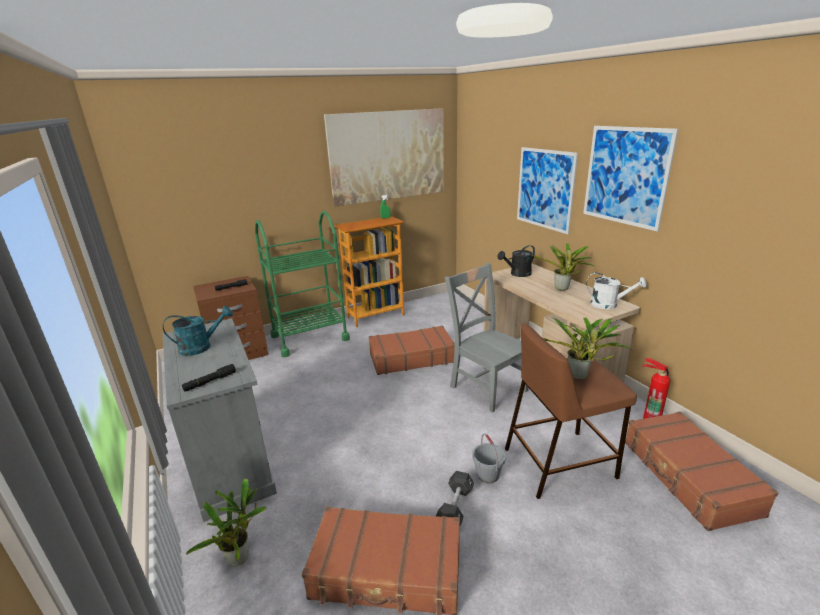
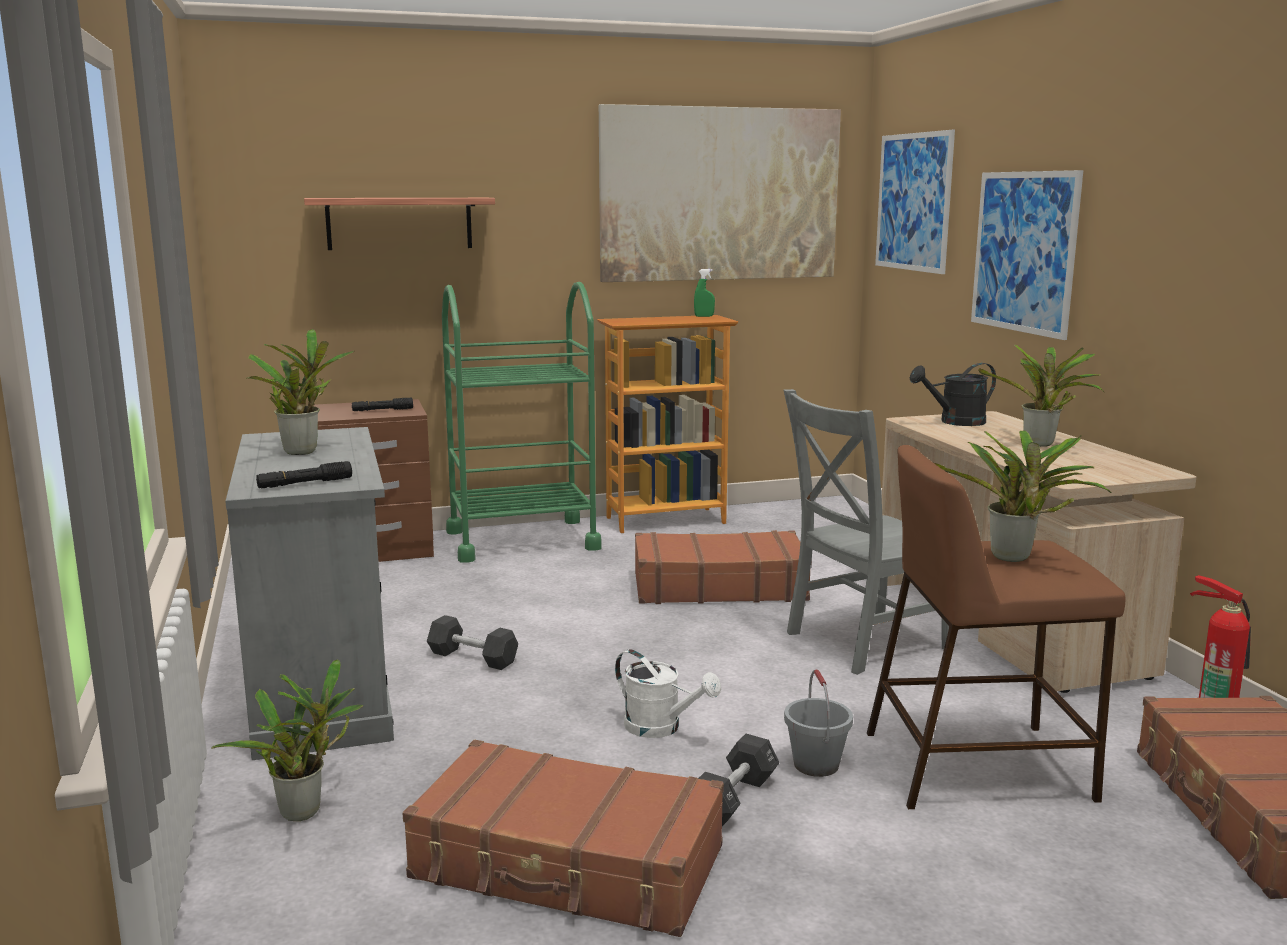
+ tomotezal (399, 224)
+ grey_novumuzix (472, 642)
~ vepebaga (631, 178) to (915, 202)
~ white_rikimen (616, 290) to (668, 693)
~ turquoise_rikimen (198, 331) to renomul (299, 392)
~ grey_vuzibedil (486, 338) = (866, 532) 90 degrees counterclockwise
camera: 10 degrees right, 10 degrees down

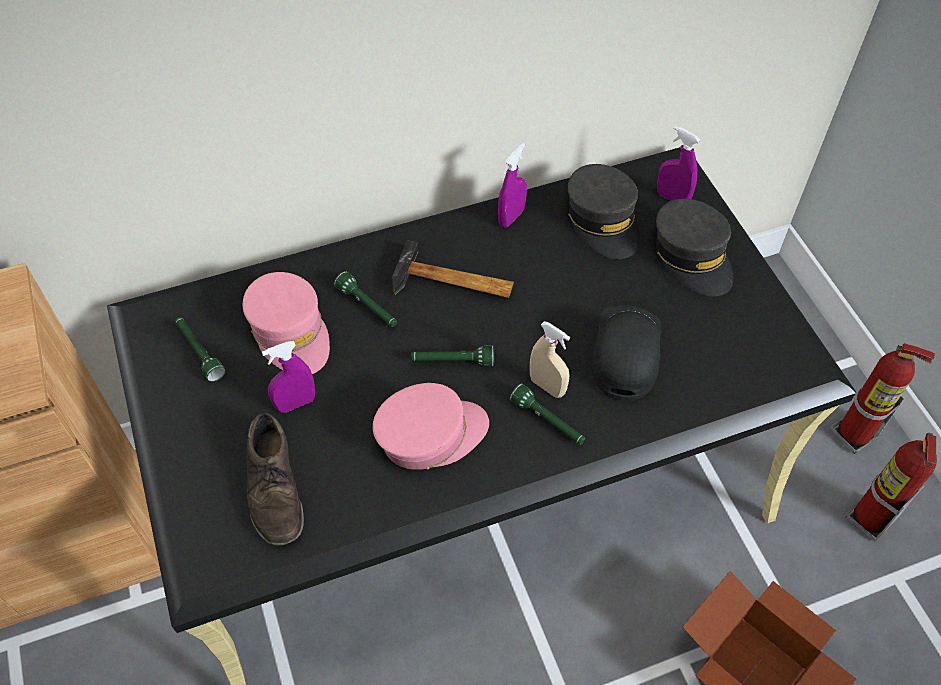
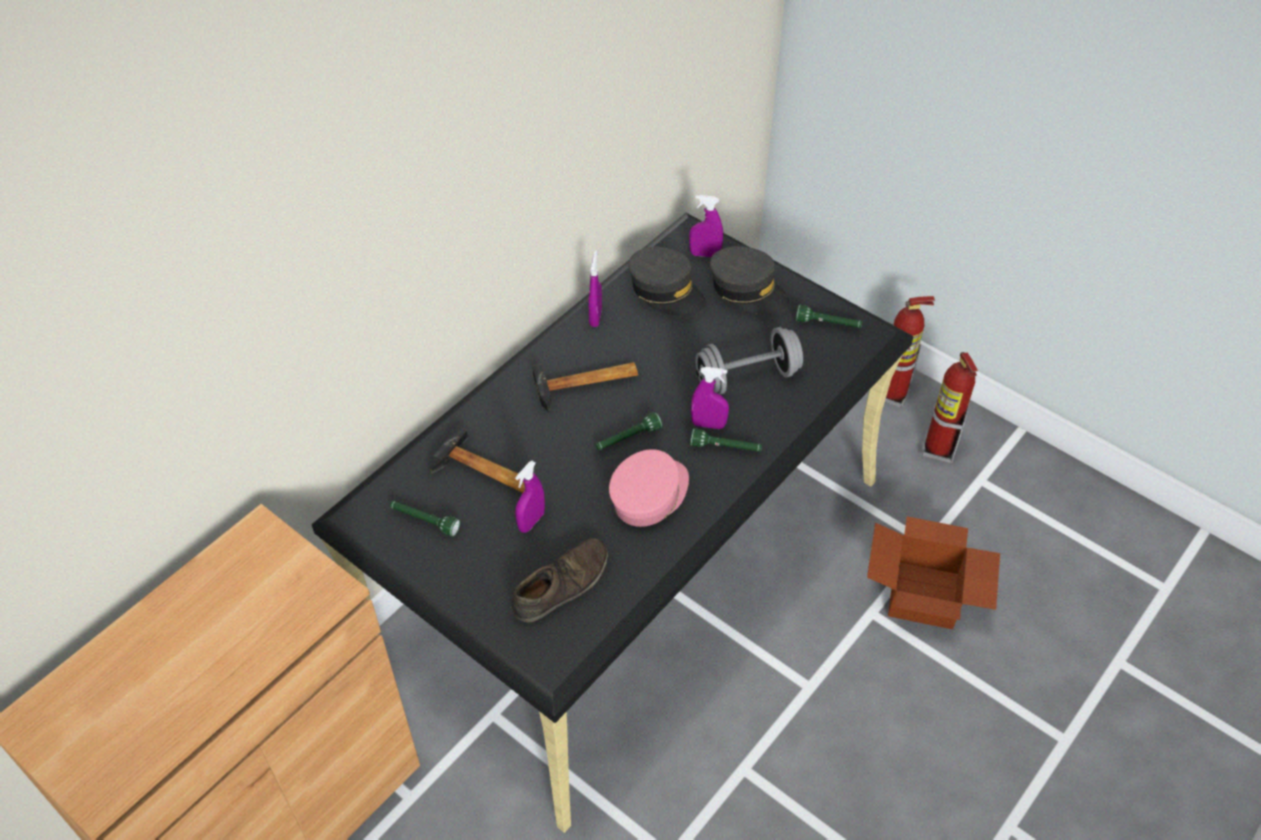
~ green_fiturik (365, 299) to (829, 316)
~ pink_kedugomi (286, 323) to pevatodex (477, 459)
~ black_kedugomi (626, 353) to grey_novumuzix (749, 360)
~ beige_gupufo (550, 359) to purple_gupufo (710, 398)
~ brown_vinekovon (275, 479) = (559, 580) 90 degrees counterclockwise
camera: 30 degrees left, 5 degrees down

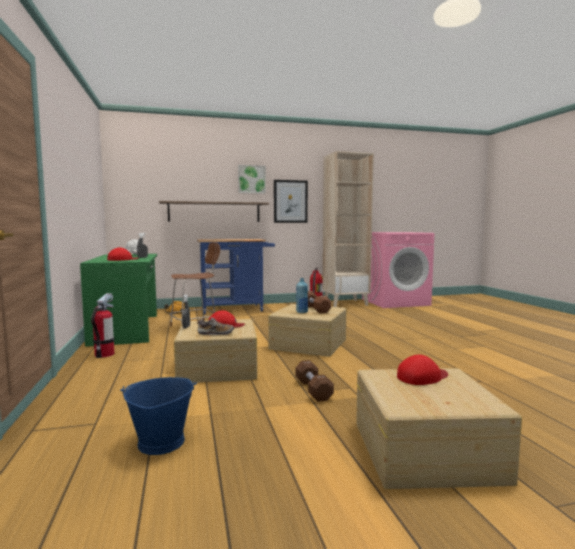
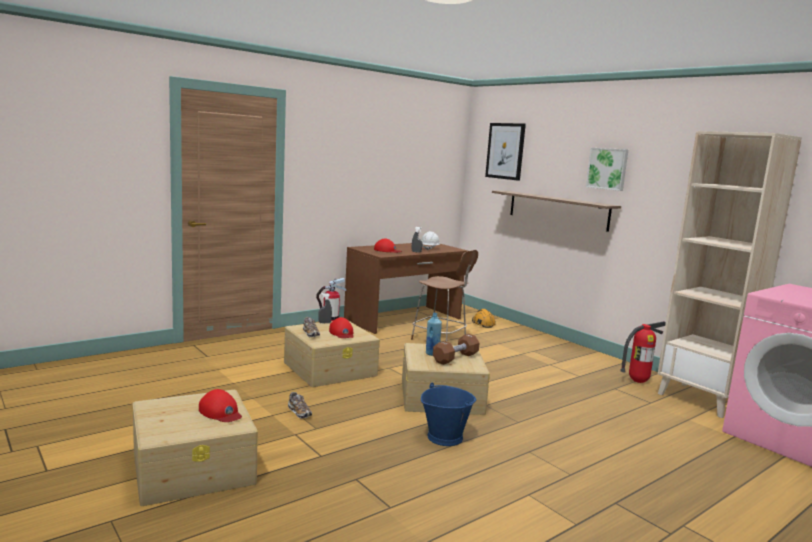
- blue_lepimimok (236, 276)
~ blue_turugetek (158, 416) to (448, 414)
~ vepebaga (291, 201) to (505, 152)
~ brown_novumuzix (314, 381) to vinekovon (300, 405)
~ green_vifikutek (118, 300) to brown_vifikutek (406, 288)
camera: 65 degrees right, 5 degrees up

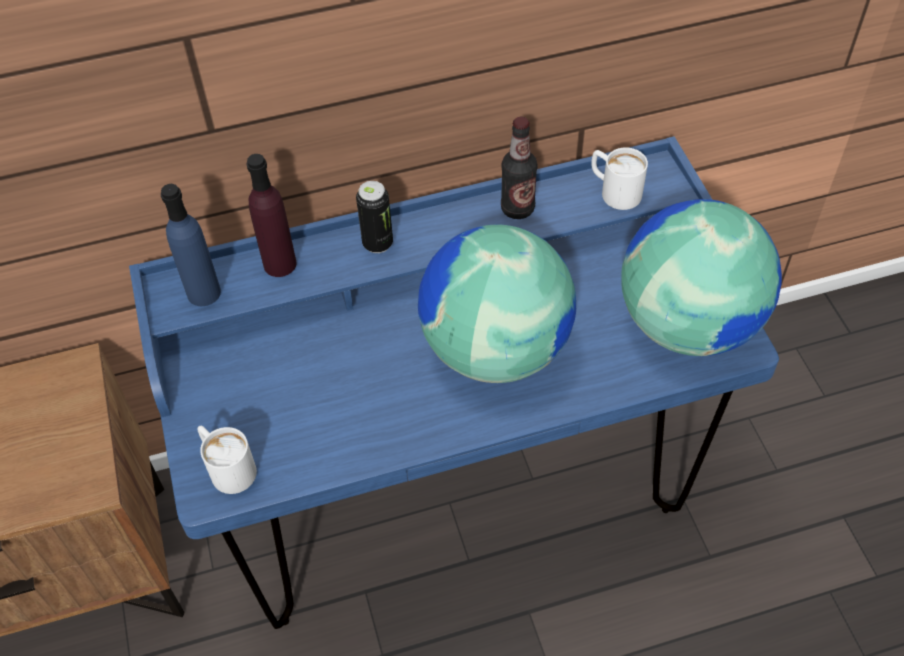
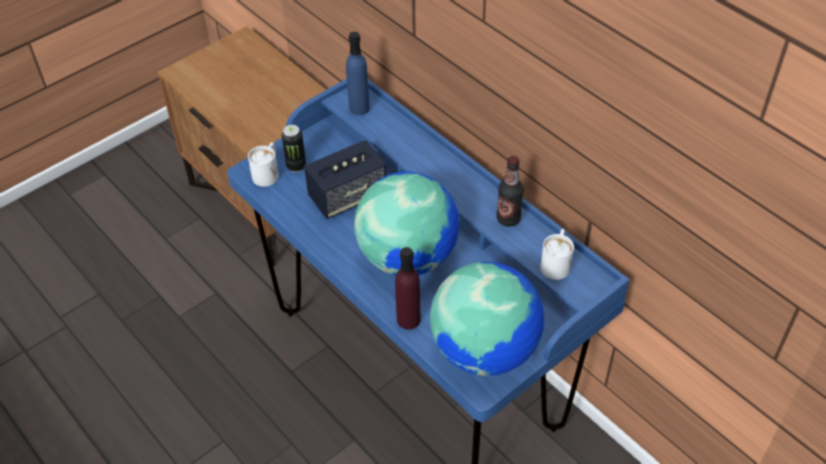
+ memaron (345, 179)
~ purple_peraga (271, 215) to (408, 288)
~ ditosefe (374, 217) to (294, 148)
camera: 65 degrees right, 5 degrees down

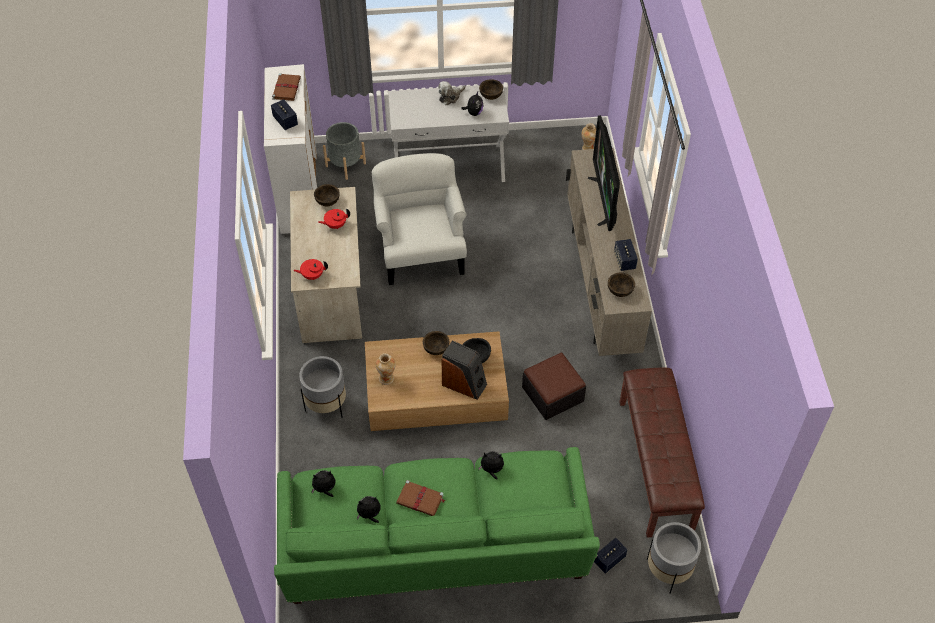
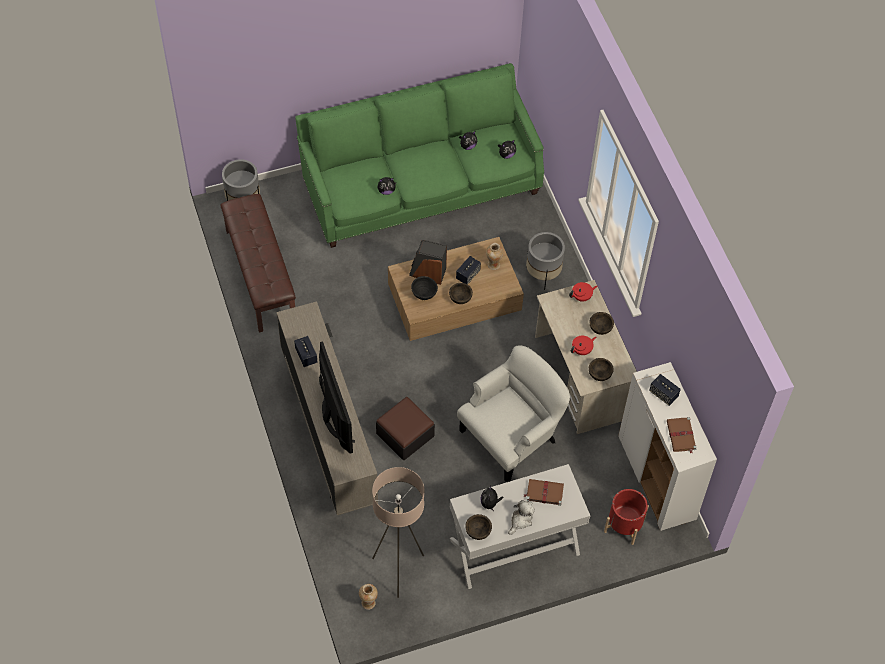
+ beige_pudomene (398, 532)
~ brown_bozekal (421, 498) to (543, 492)
~ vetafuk (554, 386) to (405, 428)
~ memaron (611, 556) to (468, 270)
~ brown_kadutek (621, 285) to (602, 323)
~ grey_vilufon (344, 151) to red_vilufon (626, 517)
~ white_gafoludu (419, 219) = (513, 413) 105 degrees counterclockwise
camera: 165 degrees right, 5 degrees up

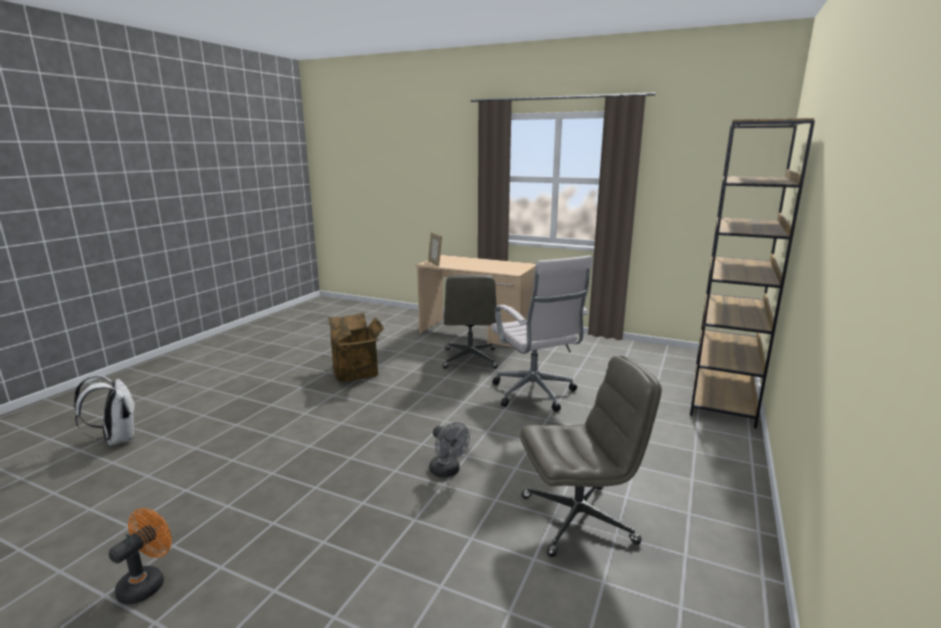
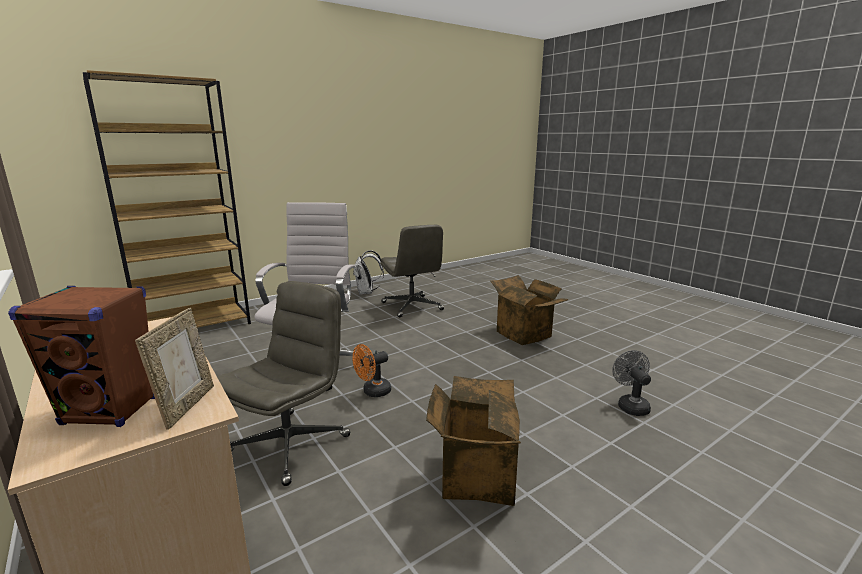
+ brown_memaron (81, 356)
+ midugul (529, 310)
~ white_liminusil (105, 410) to (368, 272)
~ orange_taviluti (140, 556) to (372, 370)
~ grey_taviluti (449, 449) to (631, 383)
~ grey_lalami (591, 456) = (412, 271) 135 degrees counterclockwise
camera: 150 degrees left, 0 degrees up

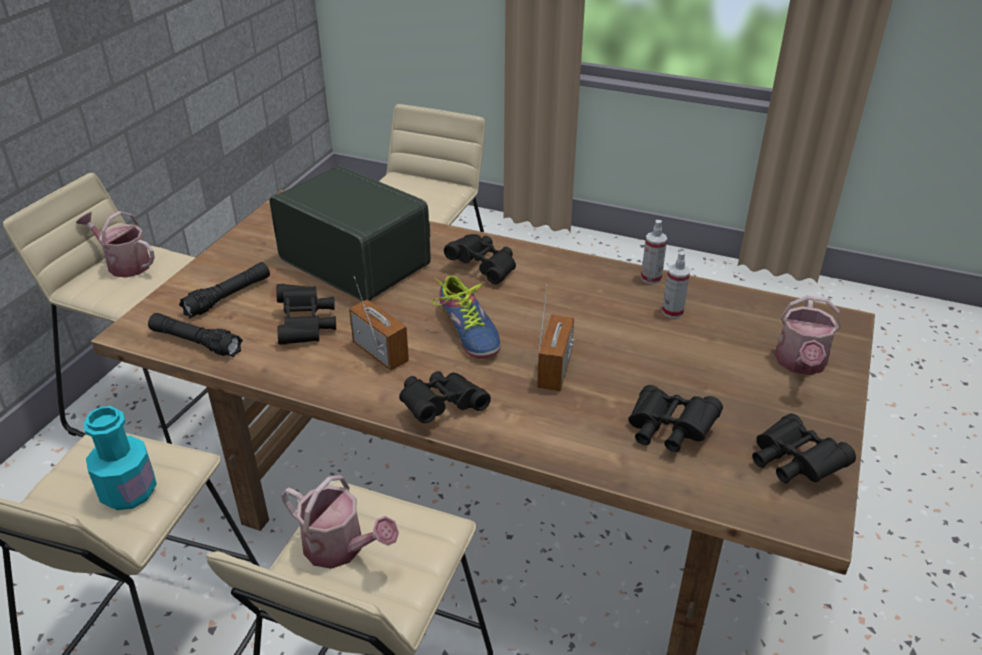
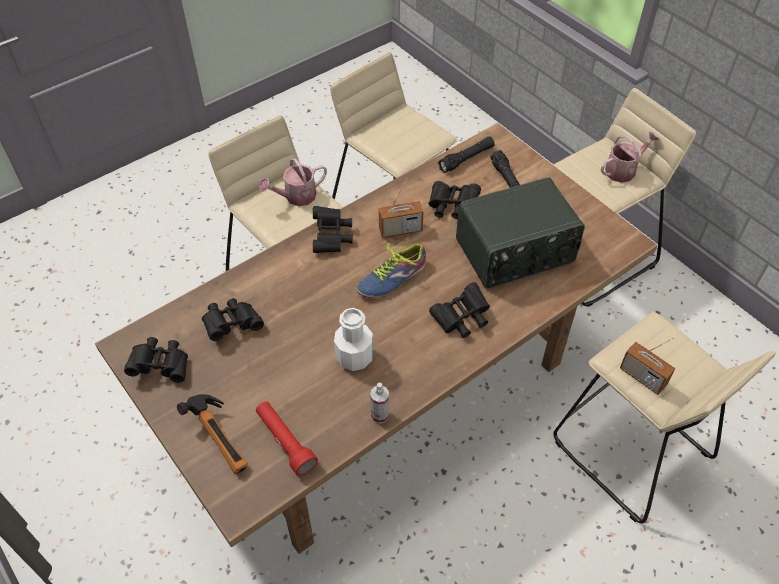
- turquoise_peraga (120, 458)
- gupufo (676, 285)
+ red_fiturik (287, 439)
+ white_peraga (353, 339)
~ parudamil (556, 337) to (647, 366)
~ rikimen (807, 335) to pevatodex (212, 434)
~ vinekovon (466, 317) = (391, 267) 45 degrees counterclockwise
camera: 120 degrees right, 15 degrees up

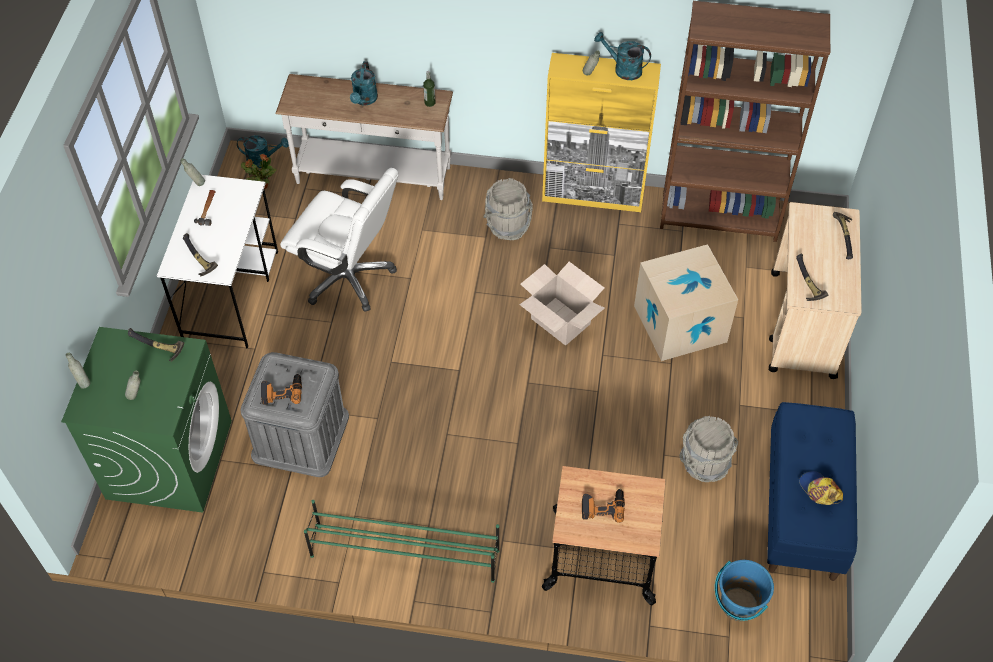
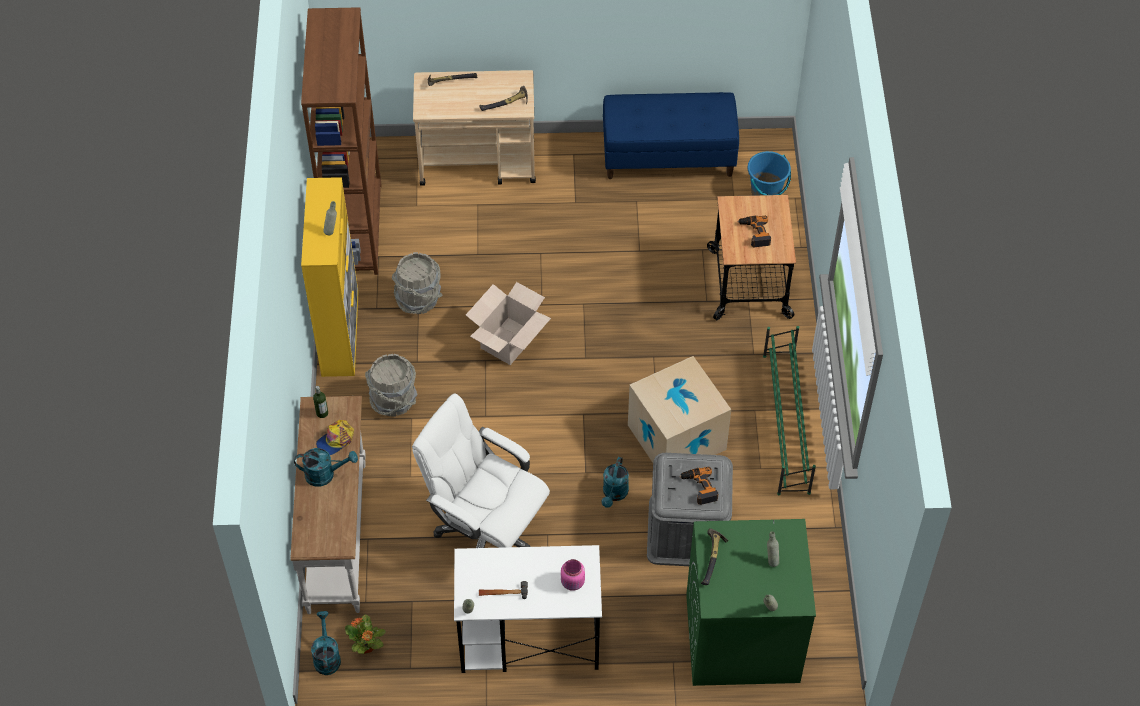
~ turquoise_rikimen (622, 56) to (615, 482)
~ midugul (686, 302) to (679, 409)
~ grey_turugetek (709, 449) to (416, 283)
~ kedugomi (821, 488) to (335, 437)
~ pevatodex (200, 254) to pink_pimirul (573, 575)
~ white_lalami (339, 240) = (481, 470) 75 degrees counterclockwise
camera: 100 degrees left, 0 degrees up

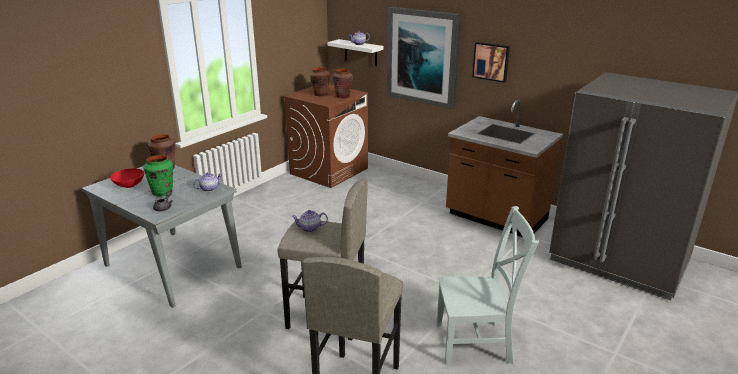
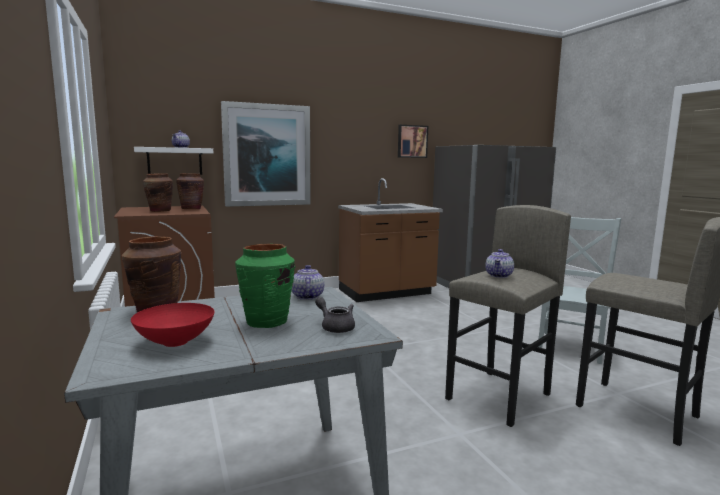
~ vepebaga (491, 62) to (413, 141)
camera: 60 degrees left, 15 degrees down

